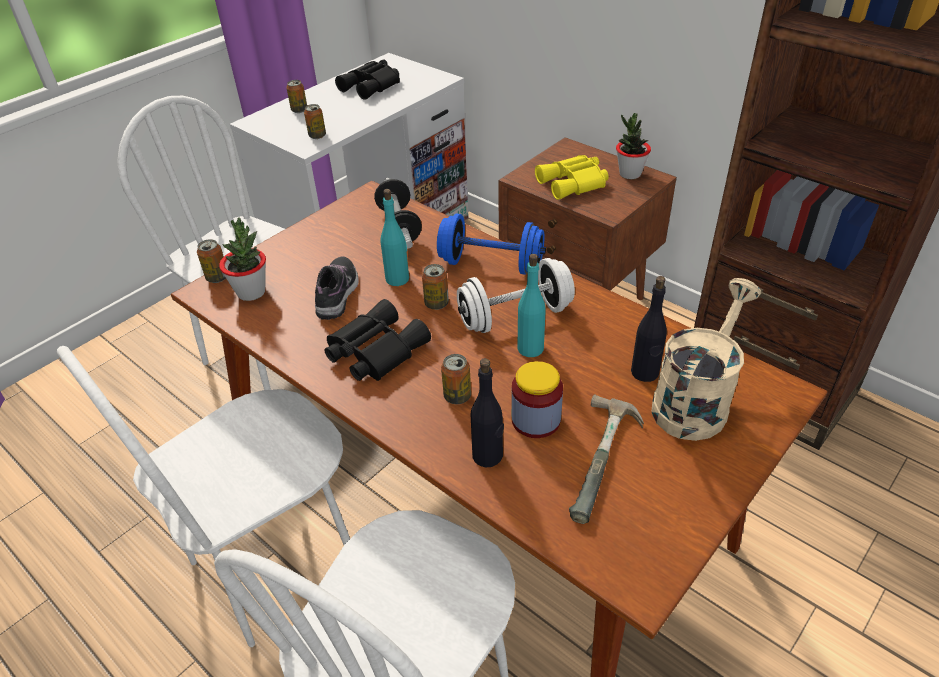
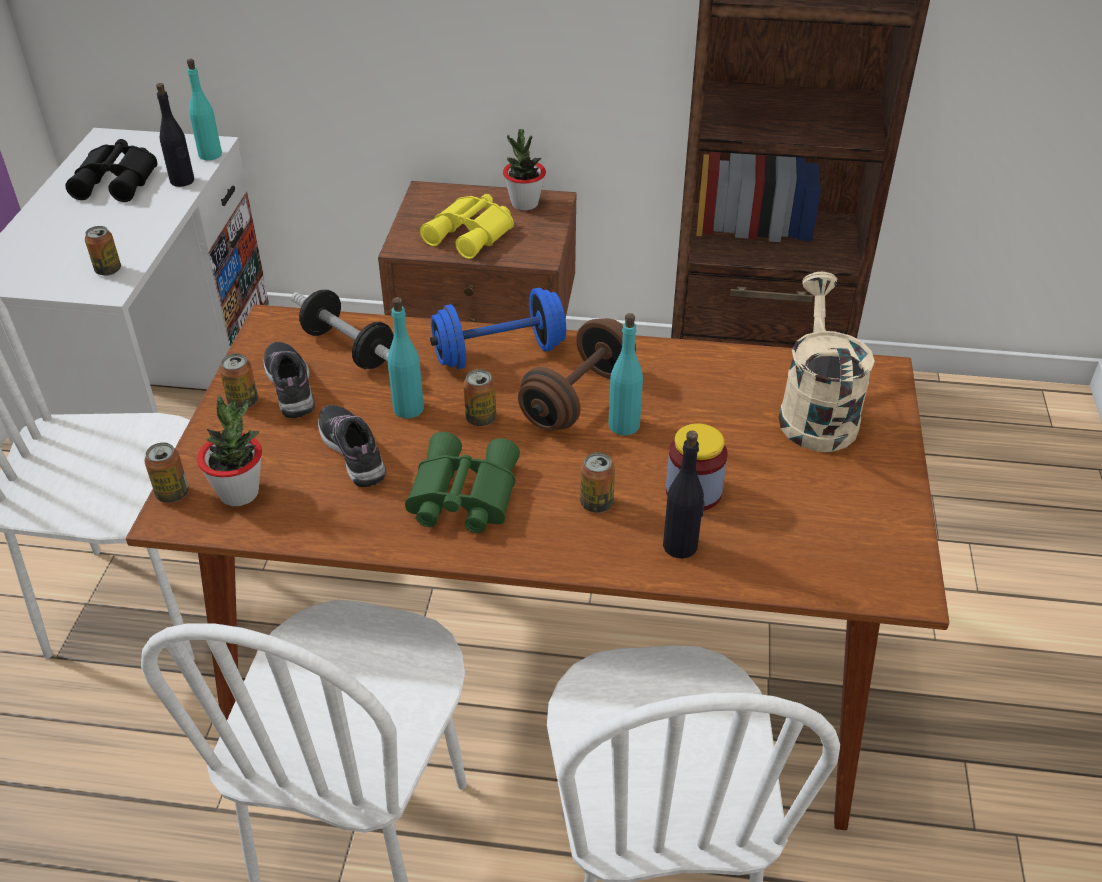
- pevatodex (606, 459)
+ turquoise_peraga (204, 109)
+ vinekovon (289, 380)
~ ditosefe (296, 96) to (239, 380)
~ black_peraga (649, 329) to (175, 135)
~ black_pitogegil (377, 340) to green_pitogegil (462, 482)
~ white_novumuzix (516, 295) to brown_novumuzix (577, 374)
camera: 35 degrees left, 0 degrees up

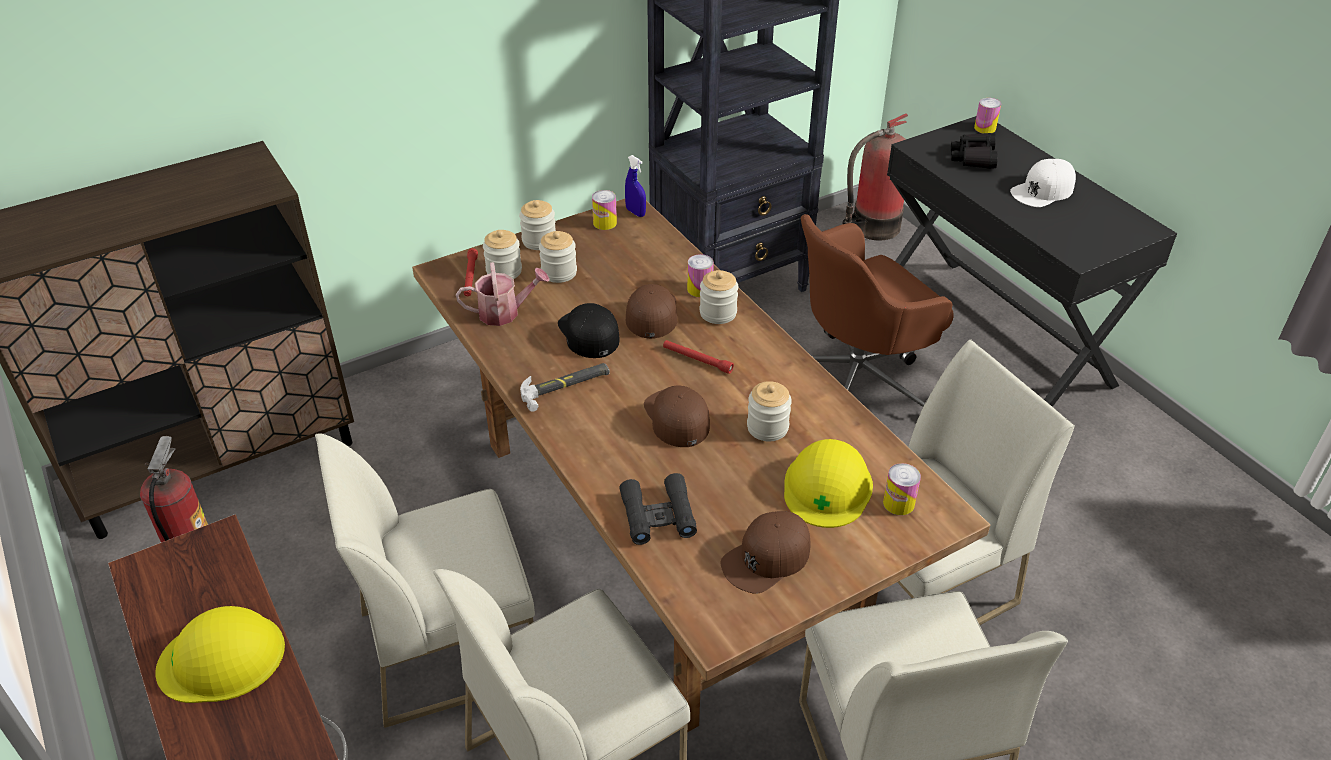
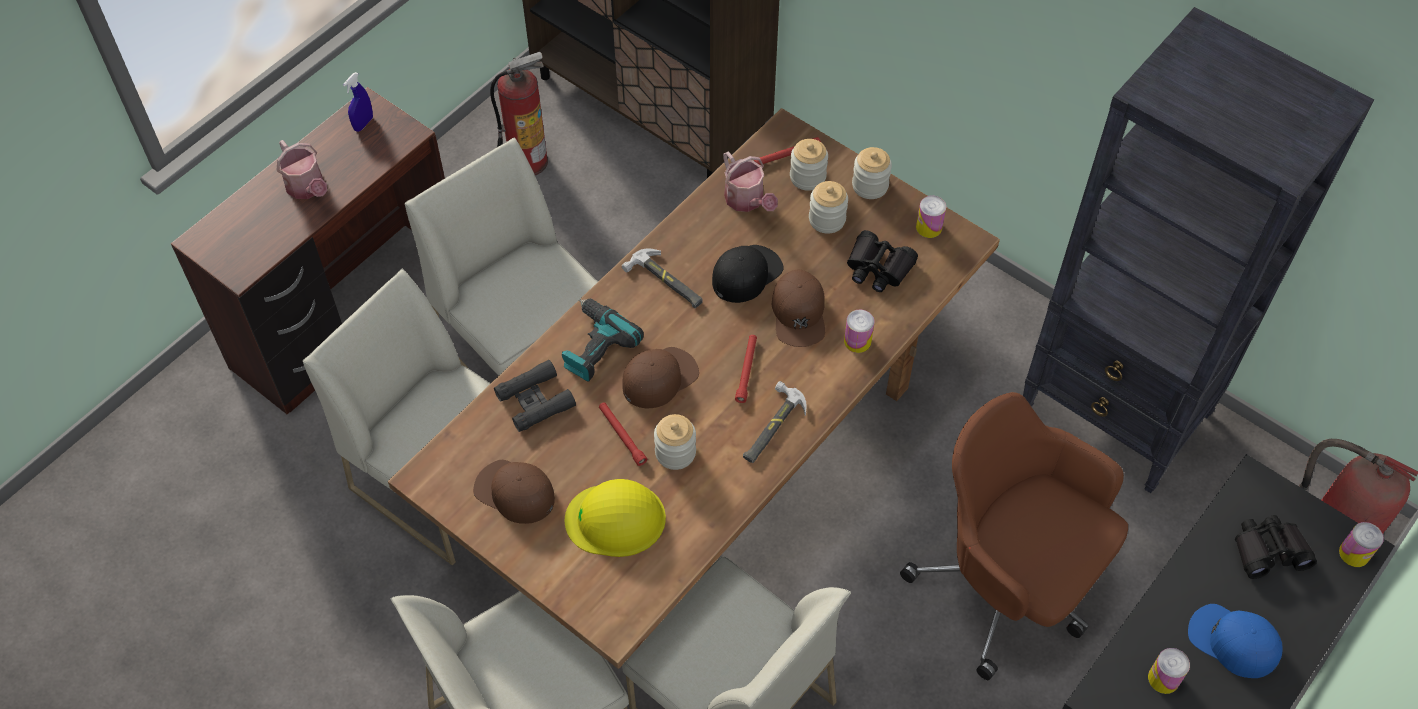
- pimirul (719, 297)
+ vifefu (603, 340)
+ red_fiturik (623, 434)
+ pevatodex (774, 422)
+ black_pitogegil (882, 261)
~ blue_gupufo (635, 186) to (358, 102)
~ ditosefe (902, 489) to (1169, 671)
~ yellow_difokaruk (220, 654) to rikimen (301, 169)
~ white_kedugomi (1043, 183) to blue_kedugomi (1235, 641)
~ brown_kedugomi (651, 311) = (798, 308) 105 degrees clockwise
camera: 70 degrees right, 15 degrees up

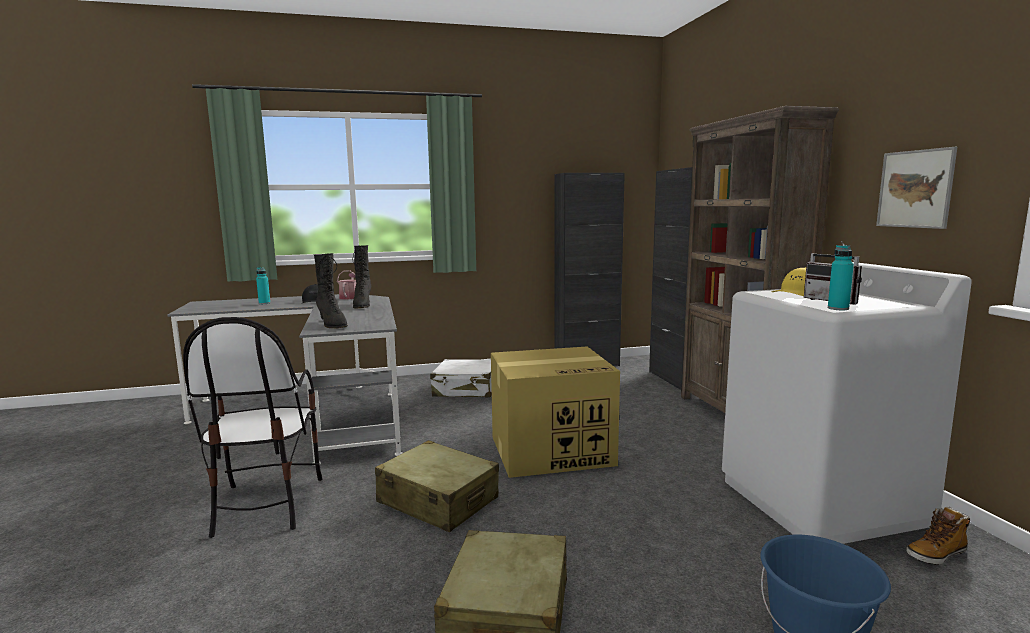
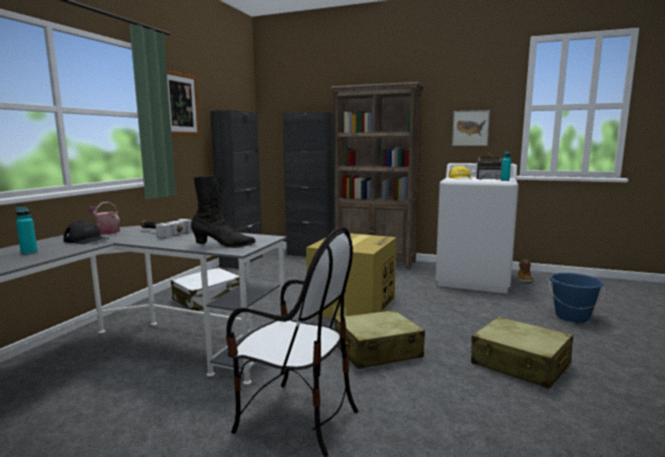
+ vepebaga (183, 102)
~ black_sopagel (362, 277) to pevatodex (166, 229)
camera: 55 degrees left, 0 degrees up

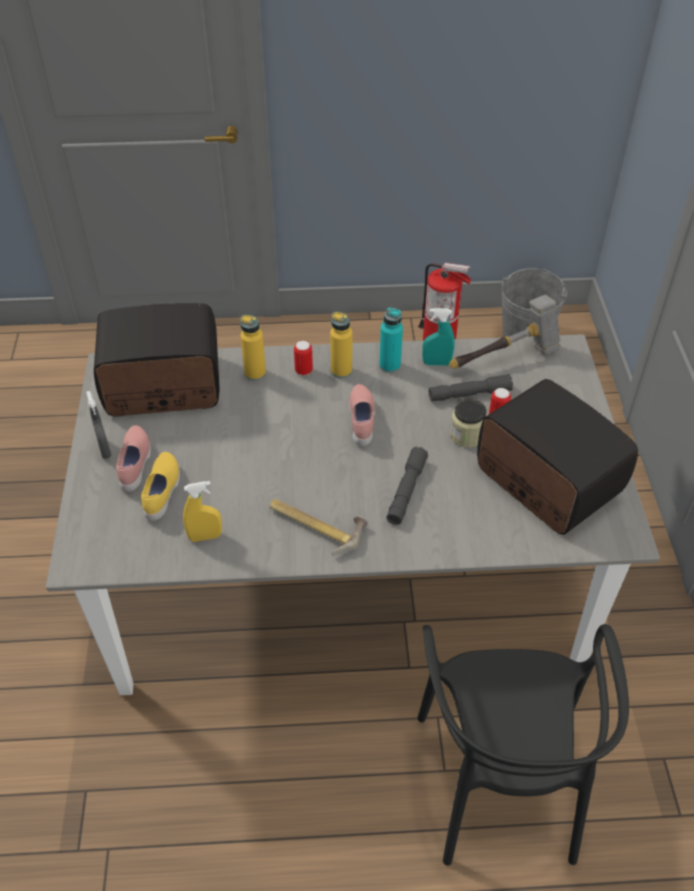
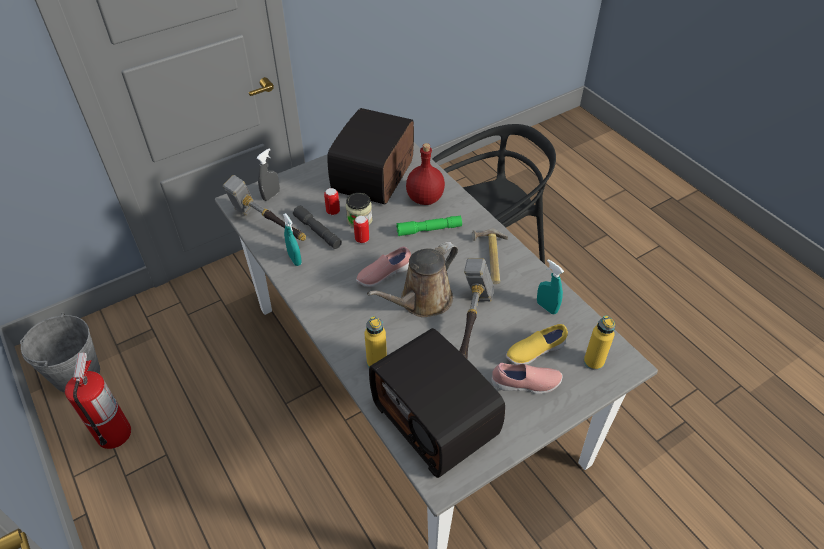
- turquoise_peraga (391, 340)
+ brown_rikimen (412, 279)
+ red_peraga (425, 174)
+ pevatodex (476, 308)
~ grey_gupufo (98, 425) to (268, 174)
~ ditosefe (303, 358) to (361, 229)
~ yellow_peraga (341, 345) to (599, 343)
~ yellow_gupufo (202, 511) to turquoise_gupufo (550, 286)
~ grey_fiturik (407, 486) to green_fiturik (429, 226)
~ pink_vinekovon (133, 458) = (527, 378) 150 degrees counterclockwise
camera: 120 degrees left, 0 degrees up

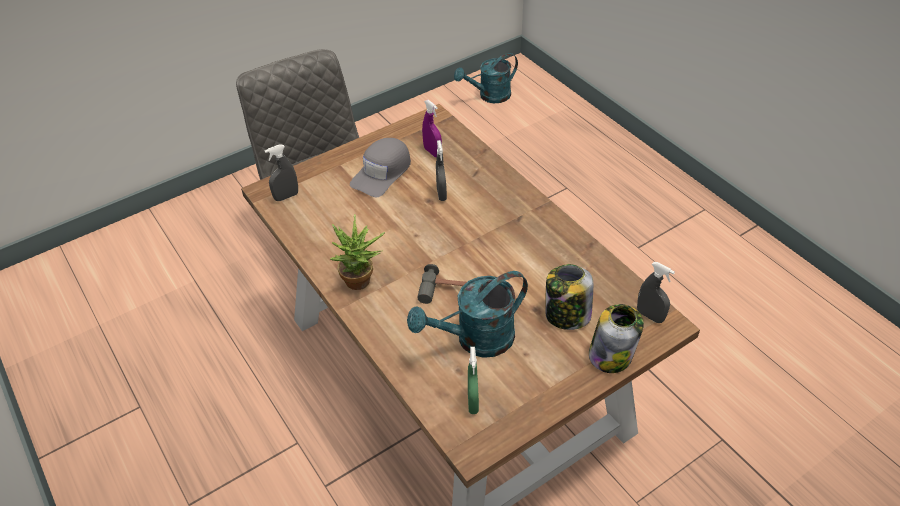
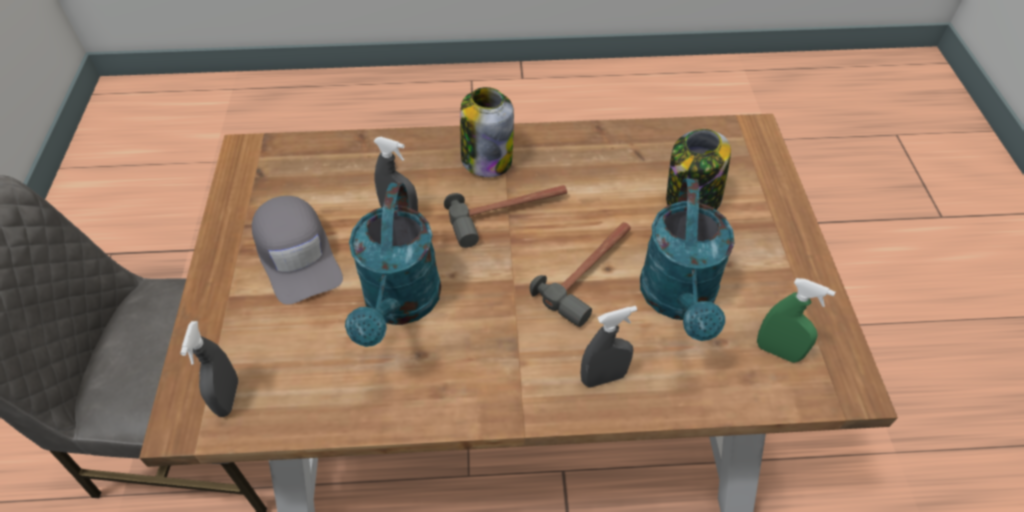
- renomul (357, 252)
- purple_gupufo (432, 128)
+ pevatodex (505, 216)
~ turquoise_rikimen (486, 78) to (393, 265)
~ pimirul (616, 338) to (487, 132)
~ grey_gupufo (656, 292) to (609, 347)
camera: 60 degrees left, 5 degrees up

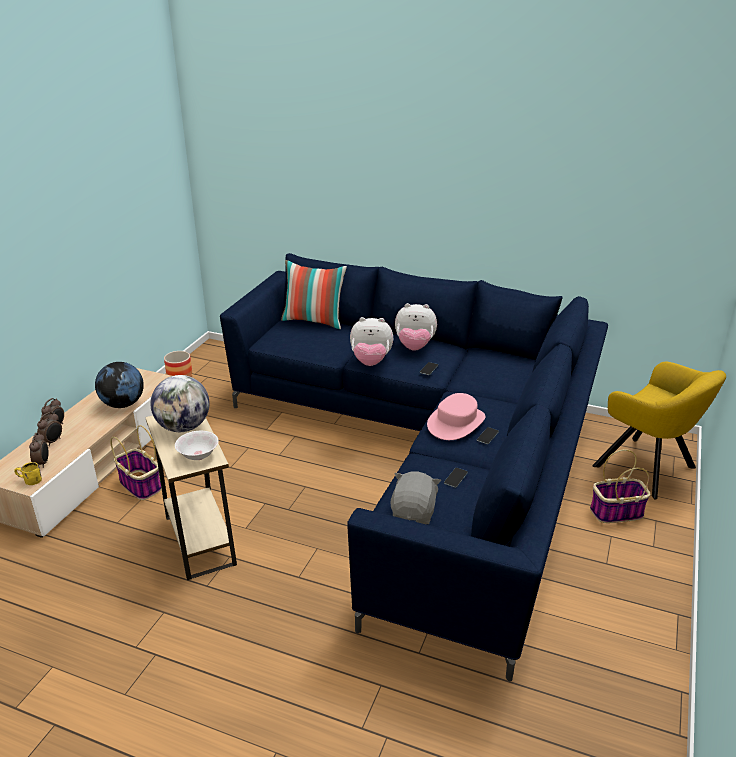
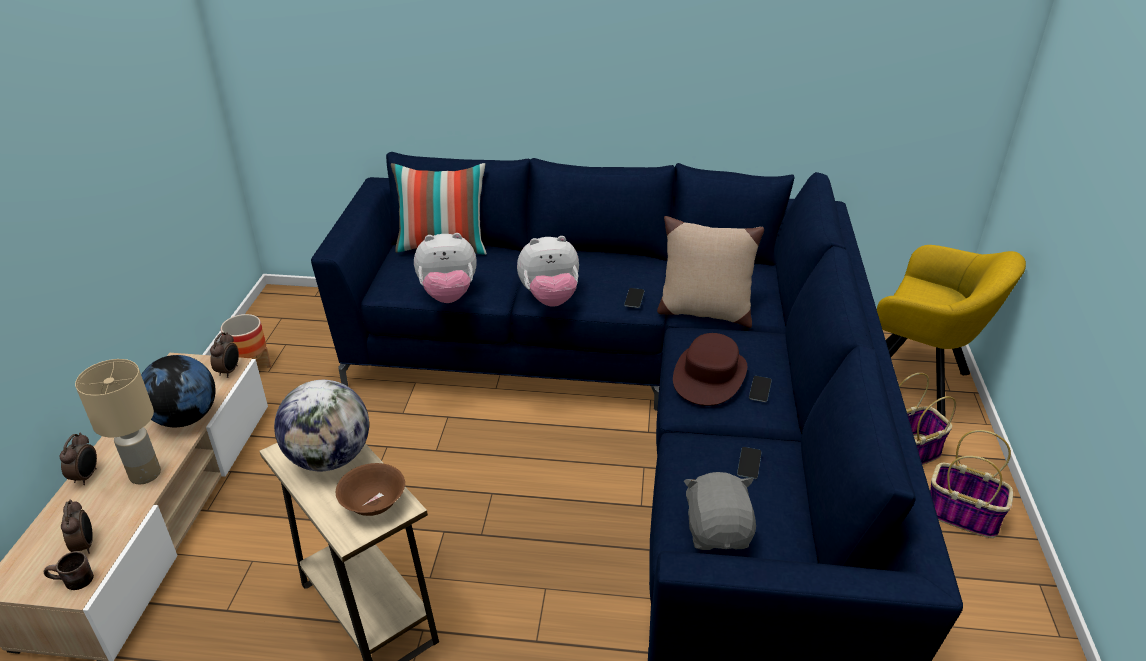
+ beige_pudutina (118, 421)
+ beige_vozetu (710, 272)
~ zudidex (49, 429) to (224, 355)
~ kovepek (136, 462) to (971, 484)
~ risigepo (416, 327) to (445, 268)
~ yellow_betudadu (28, 473) to brown_betudadu (69, 570)
~ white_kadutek (197, 445) to brown_kadutek (370, 489)
~ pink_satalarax (456, 416) to brown_satalarax (710, 369)
camera: 15 degrees left, 5 degrees up

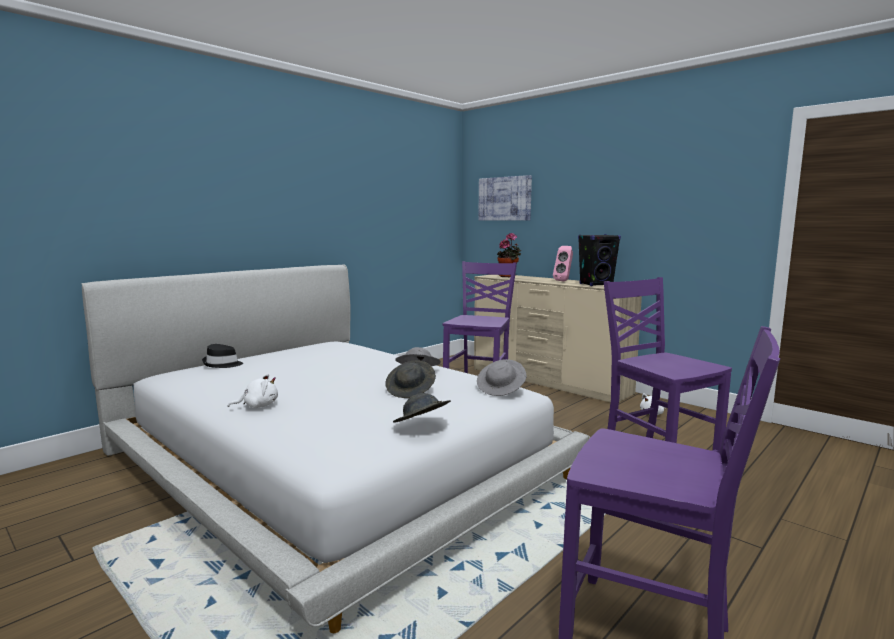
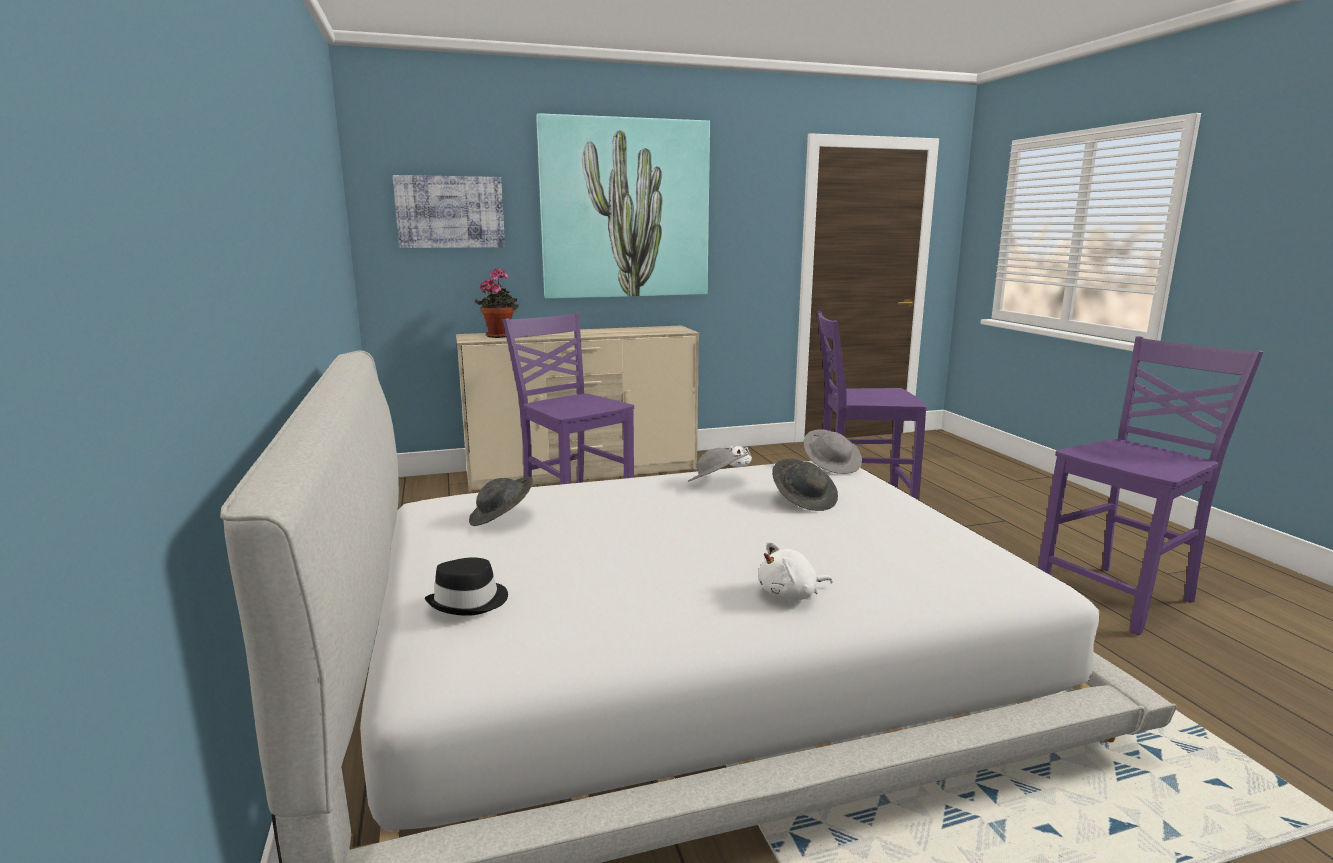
- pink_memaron (563, 264)
- black_memaron (599, 260)
+ vepebaga (623, 206)
~ grey_satalarax (422, 408) to (501, 501)
~ white_risigepo (253, 391) = (795, 571) 120 degrees counterclockwise
camera: 60 degrees left, 5 degrees up

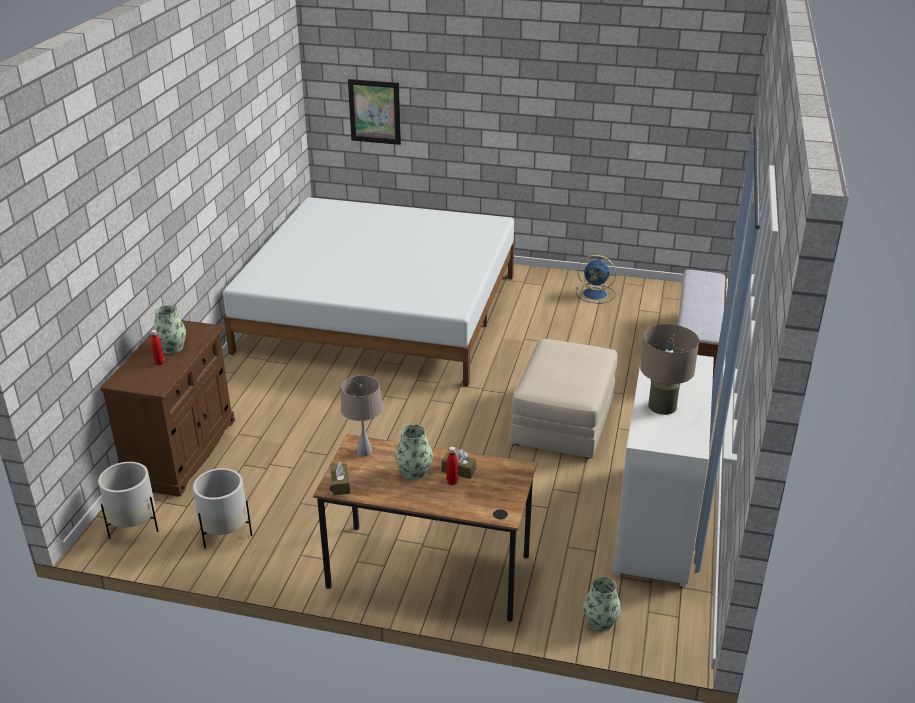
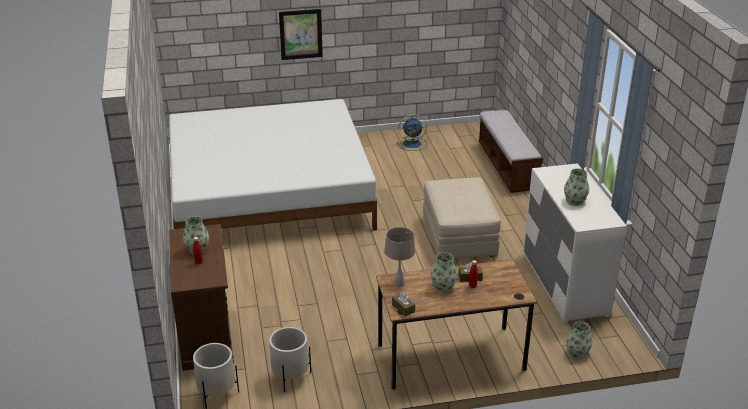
~ vepebaga (374, 112) to (301, 34)
~ beige_pudutina (669, 369) to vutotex (576, 187)
camera: 25 degrees left, 0 degrees up

